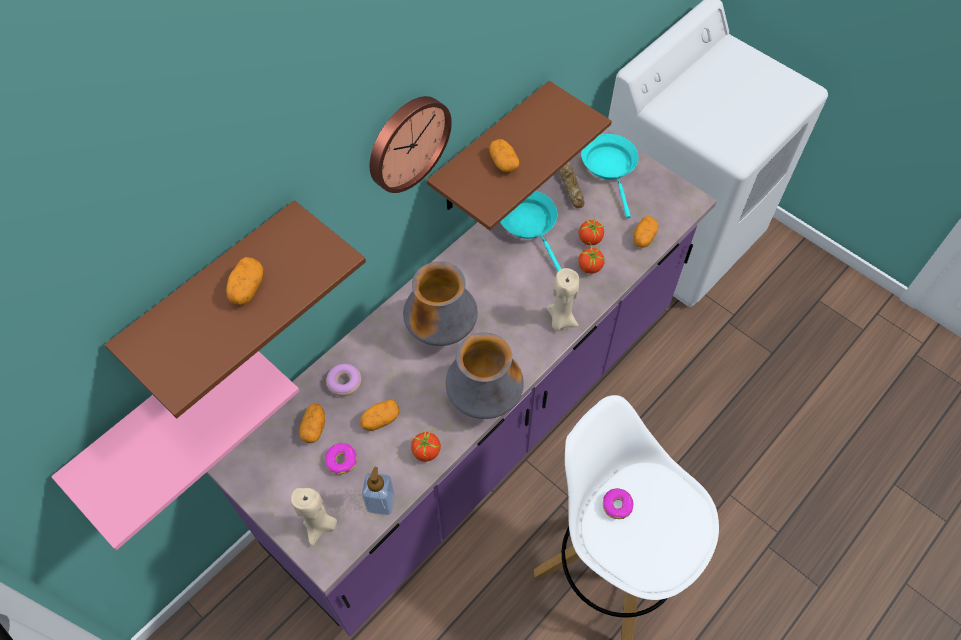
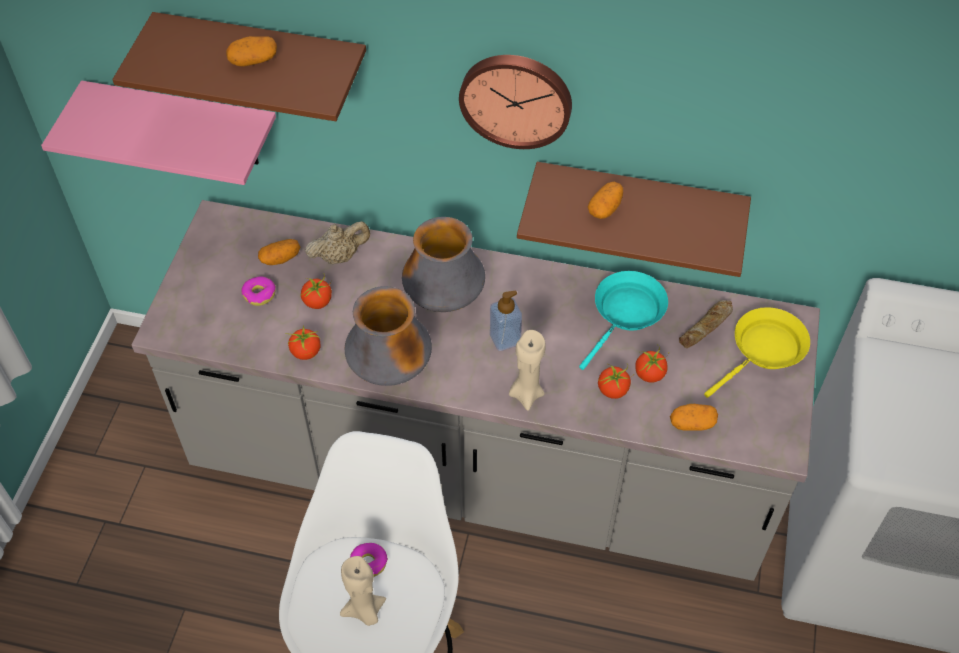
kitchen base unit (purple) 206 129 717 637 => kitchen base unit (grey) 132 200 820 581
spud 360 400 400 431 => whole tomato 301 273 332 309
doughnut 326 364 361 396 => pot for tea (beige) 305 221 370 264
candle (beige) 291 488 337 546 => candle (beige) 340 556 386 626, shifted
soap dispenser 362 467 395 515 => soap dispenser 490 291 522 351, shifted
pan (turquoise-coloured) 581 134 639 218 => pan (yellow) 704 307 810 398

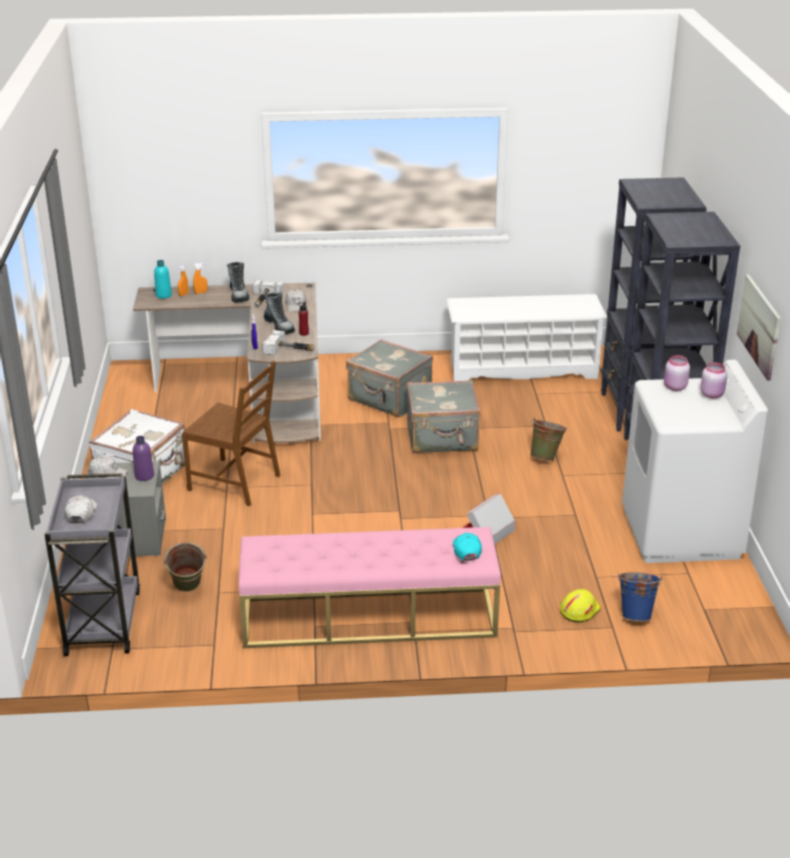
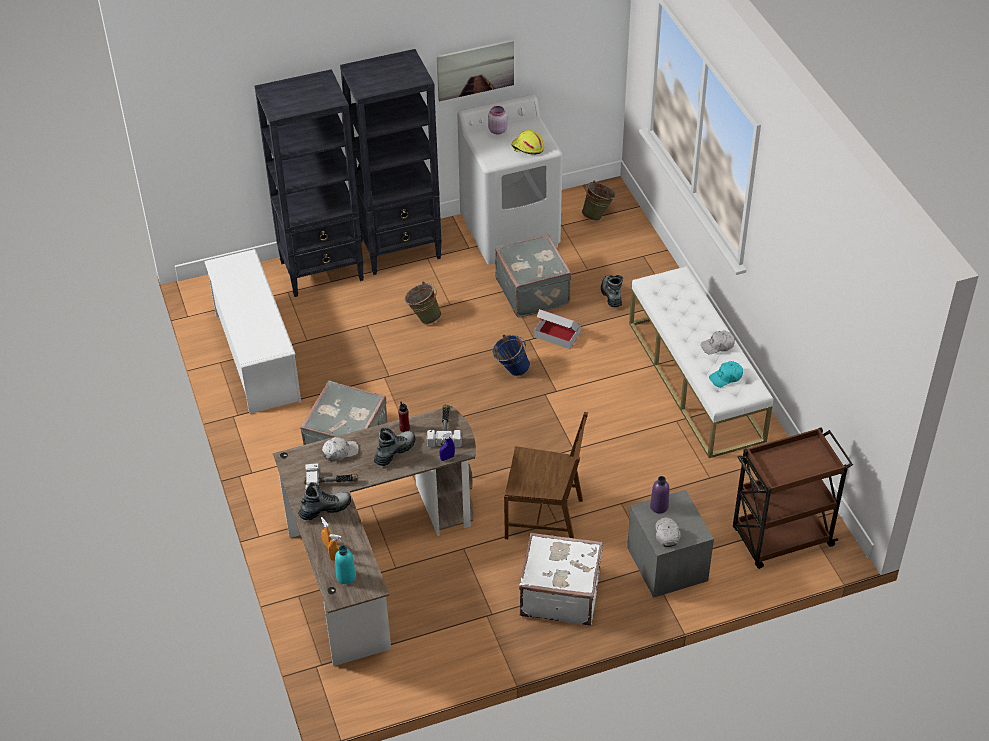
water bucket (bluish) 618 572 662 621 => water bucket (bluish) 493 335 530 376, shifted
travel case (grey) 407 380 481 453 => travel case (grey) 495 234 572 318, shifted
plain chair (brown-coloured) 182 361 281 506 => plain chair (brown-coloured) 504 412 588 539, 90 degrees clockwise
hard hat (yellow) 560 589 601 623 => hard hat (yellow) 512 130 544 154, shifted
water bucket (green) 163 542 207 592 => water bucket (green) 582 180 616 221, shifted
nothing => boot 601 275 623 307
indoor bench (pink) 238 527 501 648 => indoor bench (white) 629 266 773 458
cap (white) 64 495 97 524 => cap (white) 701 331 735 354, shifted
cap (turquoise-coloured) 453 533 482 561 => cap (turquoise-coloured) 709 361 743 387, shifted
cart (grey) 44 473 140 656 => cart (brown-coloured) 733 427 853 569
preserve jar (pink) 664 355 690 391 => nothing

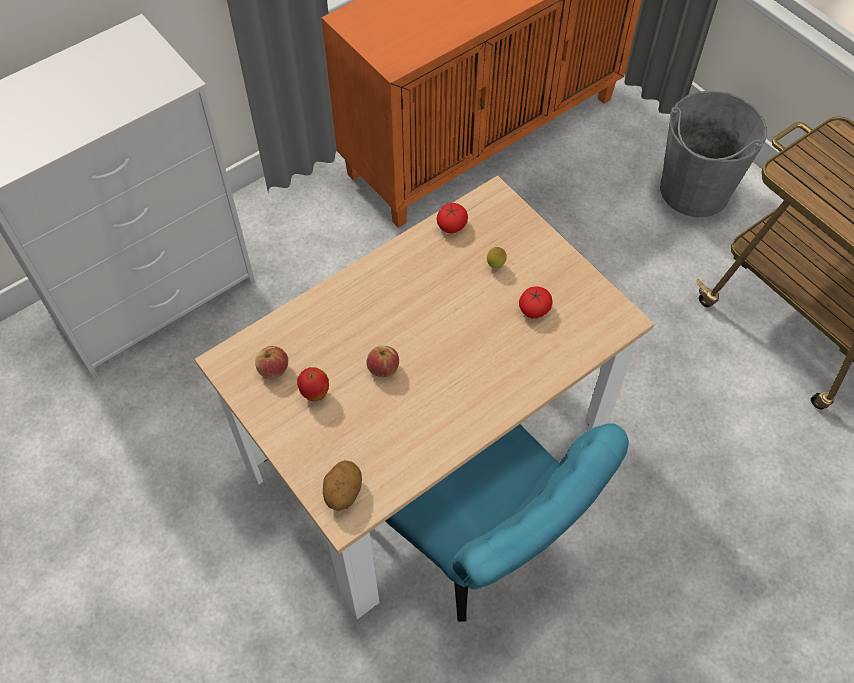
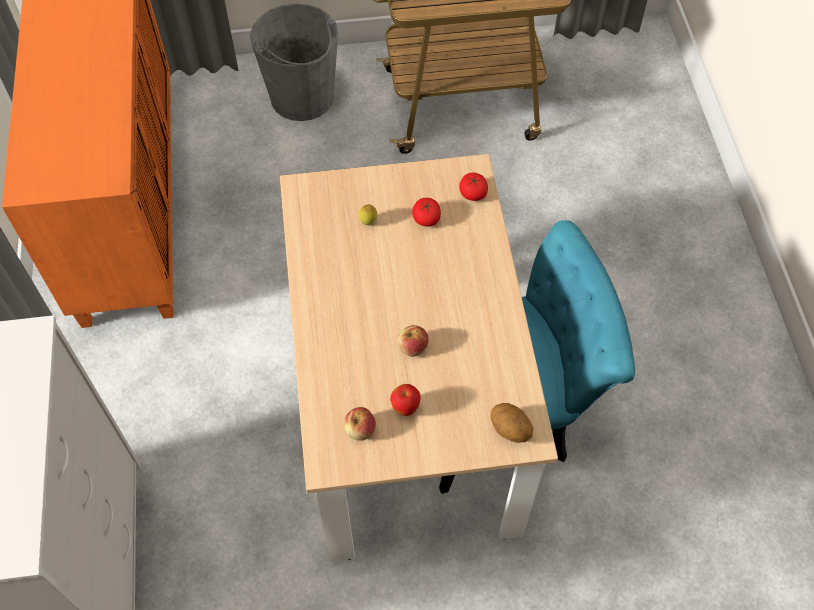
whole tomato 437 203 468 233 => whole tomato 459 173 488 201, shifted

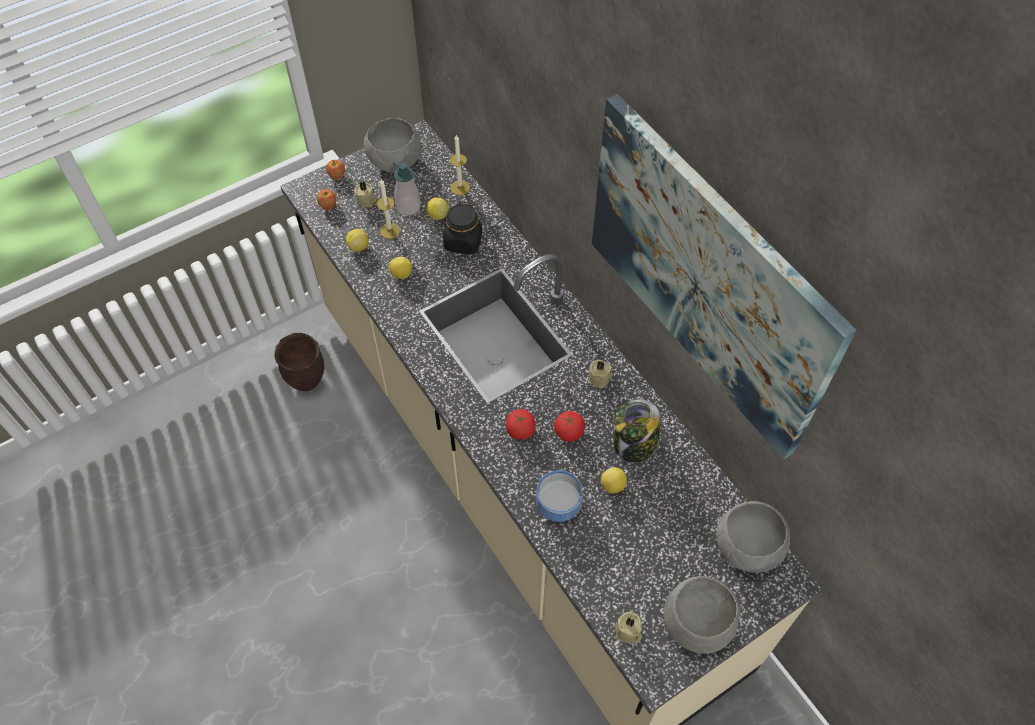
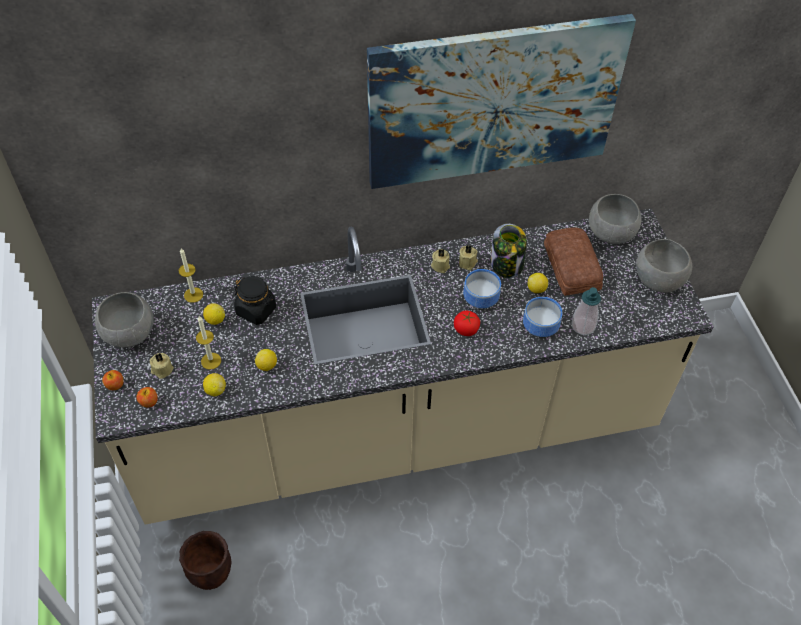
candle (beige) 615 612 642 644 => candle (beige) 459 245 478 270, shifted
whole tomato 554 411 585 442 => serving bowl 463 269 501 308
nothing => bakery bread 544 228 603 296
soap dispenser 393 162 421 216 => soap dispenser 571 287 601 335, shifted

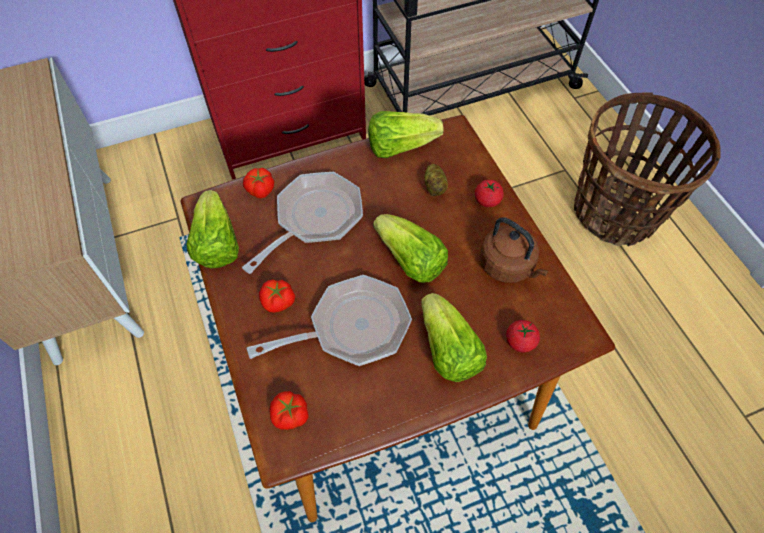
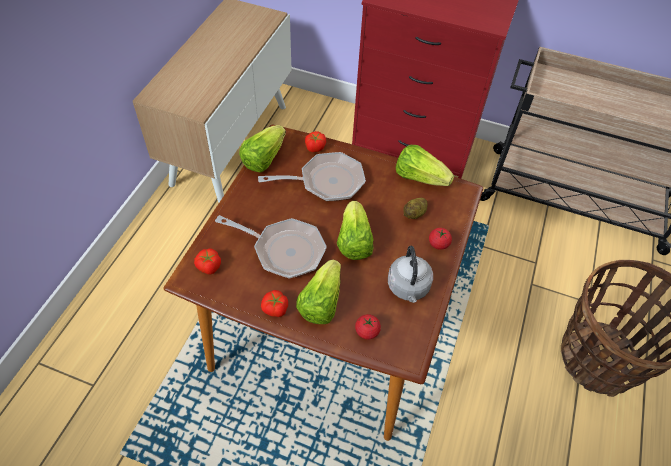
whole tomato 259 279 295 313 => whole tomato 261 290 288 317, shifted
water kettle (brown-coloured) 480 217 548 283 => water kettle (grey) 388 246 433 303

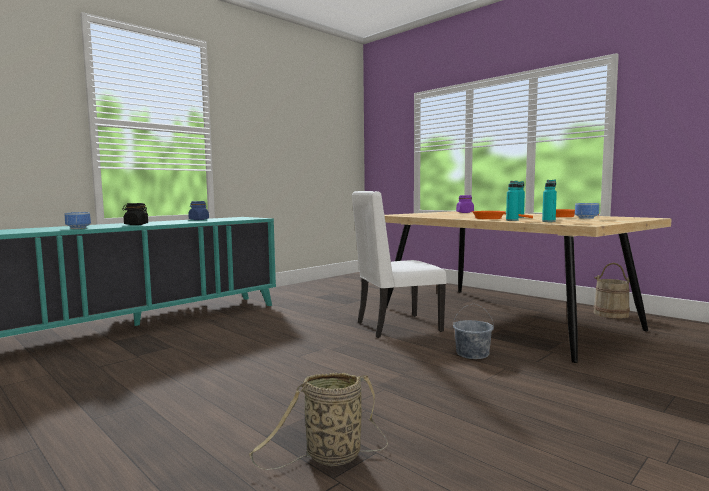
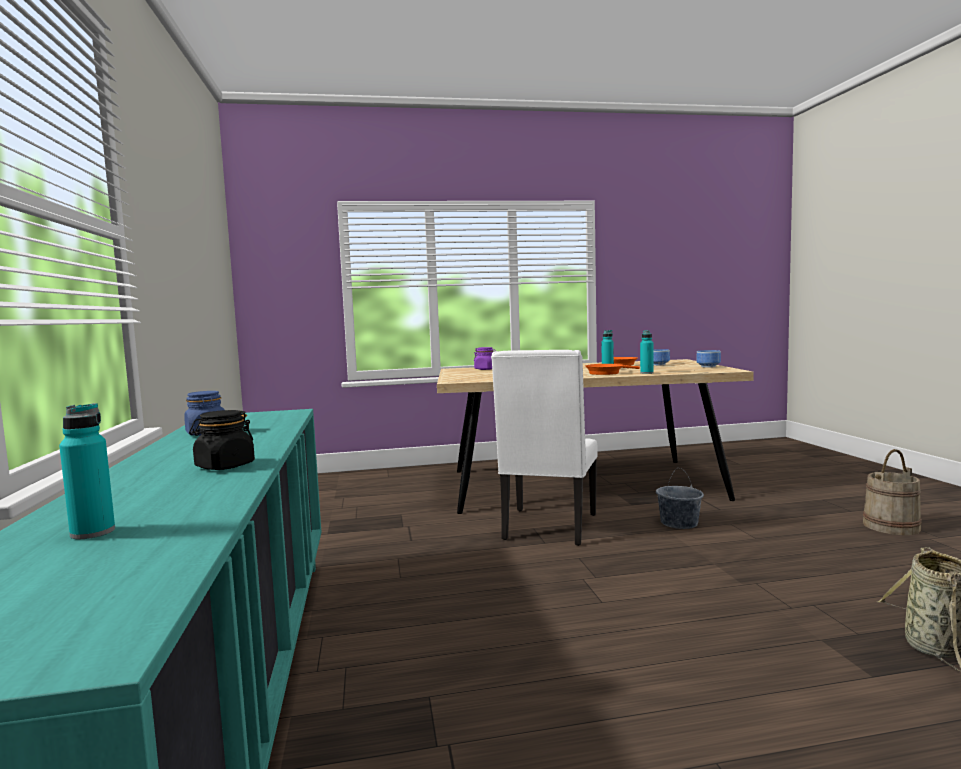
beverage bottle (turquoise-coloured) 542 180 557 222 => beverage bottle (turquoise-coloured) 59 403 115 539, shifted
serving bowl 65 212 91 229 => serving bowl 696 350 721 368, shifted
water bucket (beige) 593 263 630 319 => water bucket (beige) 863 449 922 535, shifted

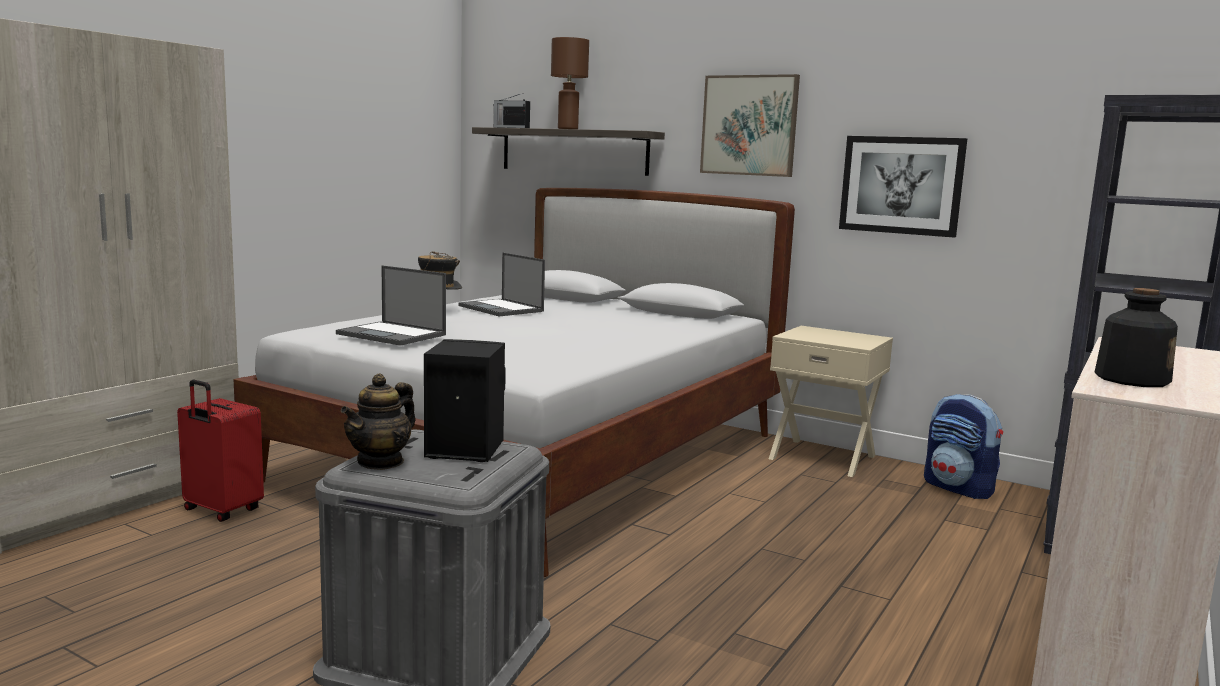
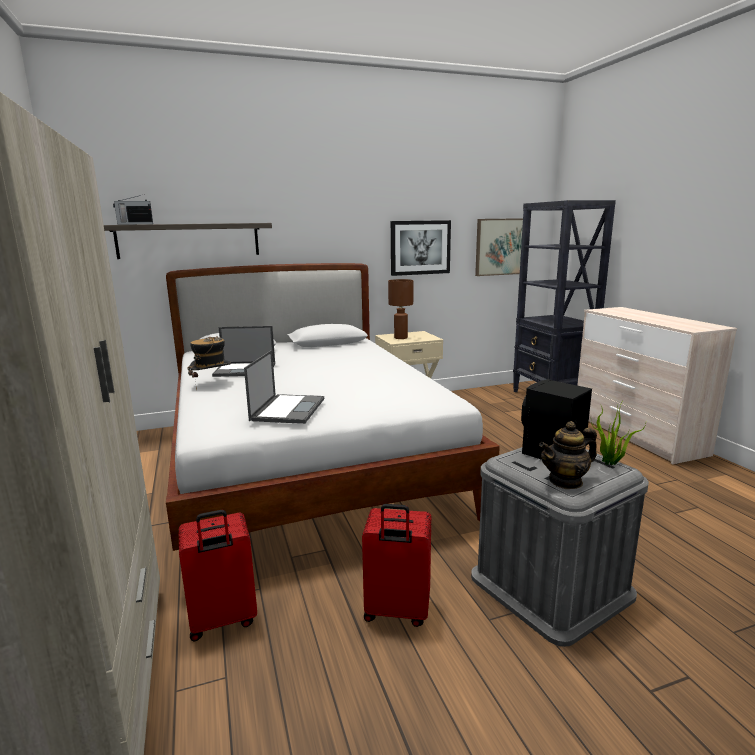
portable computer 336 265 446 346 => portable computer 244 350 324 424, 60 degrees counterclockwise
nothing => travel case (red-coloured) 362 504 431 627
lamp for a table (brown-coloured) 551 37 589 129 => lamp for a table (brown-coloured) 388 279 413 339, shifted
wall art 700 74 800 177 => wall art 475 218 523 276, shifted
pot for tea 341 373 416 470 => pot for tea 539 421 597 489, 90 degrees clockwise
nothing => plant in a pot 591 405 646 465
rucksack 924 394 1003 499 => nothing
beverage bottle 1095 288 1178 387 => nothing

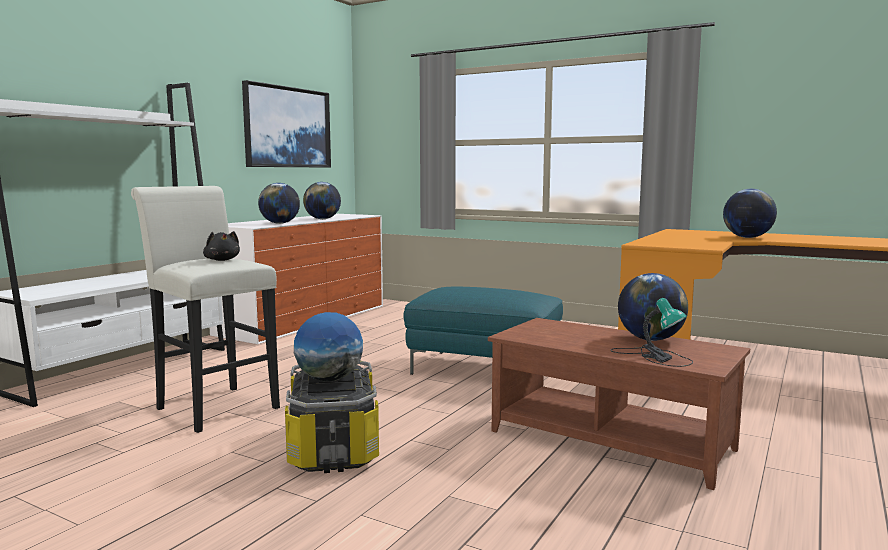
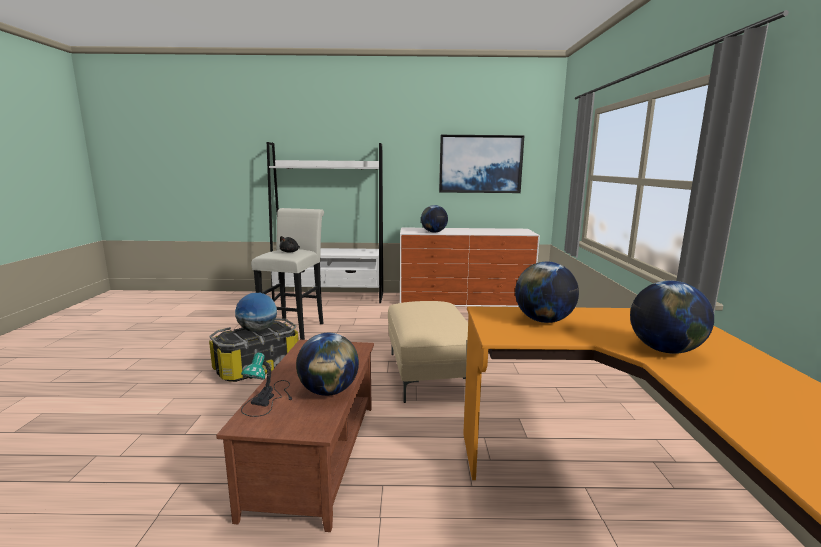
footrest (turquoise-coloured) 403 287 563 375 => footrest (beige) 388 301 468 403
desk globe 303 182 341 219 => desk globe 515 262 579 323, shifted

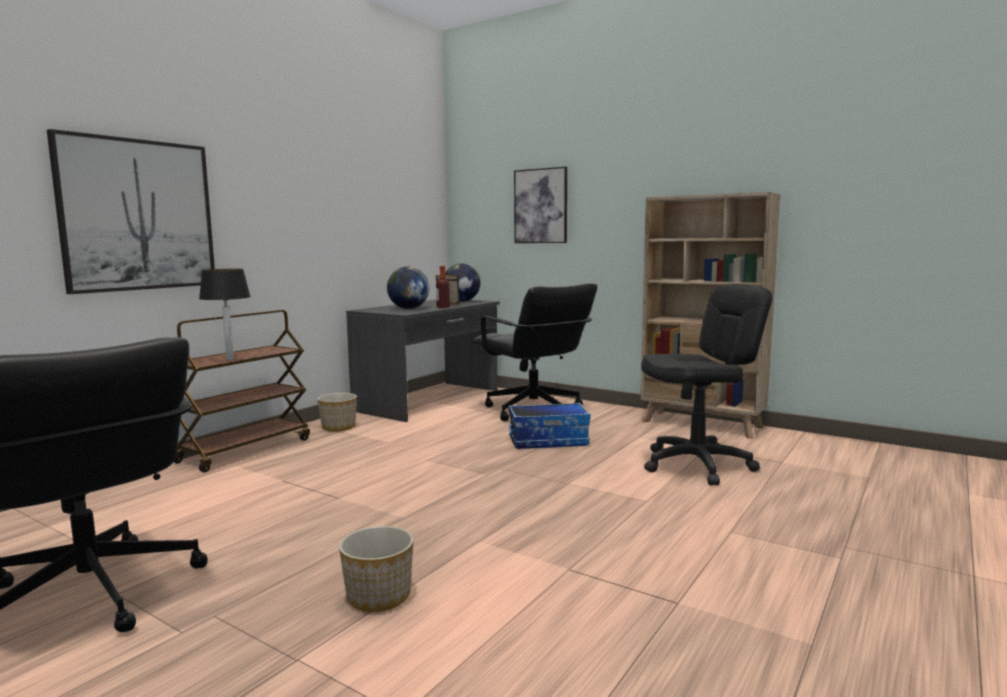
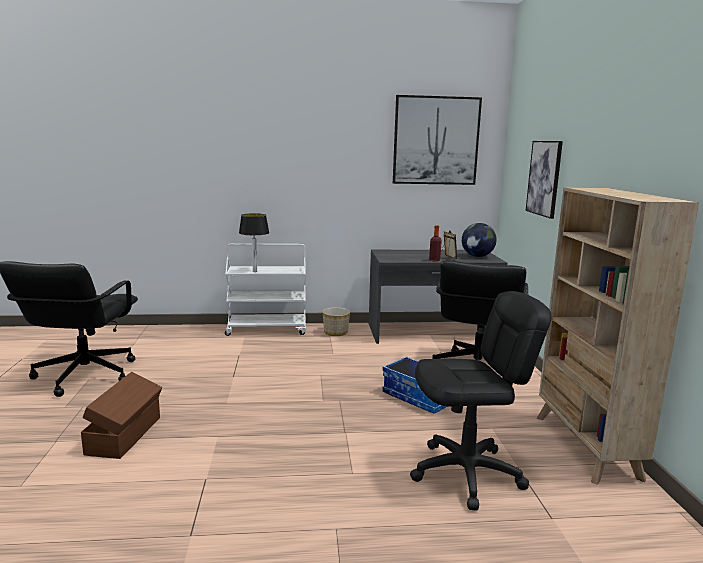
flower pot 339 526 414 612 => storage bin (brown-coloured) 81 372 162 459
cart (brown-coloured) 174 310 310 473 => cart (white) 225 244 306 336
wall art 47 129 215 294 => wall art 393 95 482 185, shifted
computer chair (blackish) 641 284 773 485 => computer chair (blackish) 410 291 552 511, 45 degrees counterclockwise
desk globe 387 267 429 309 => nothing

